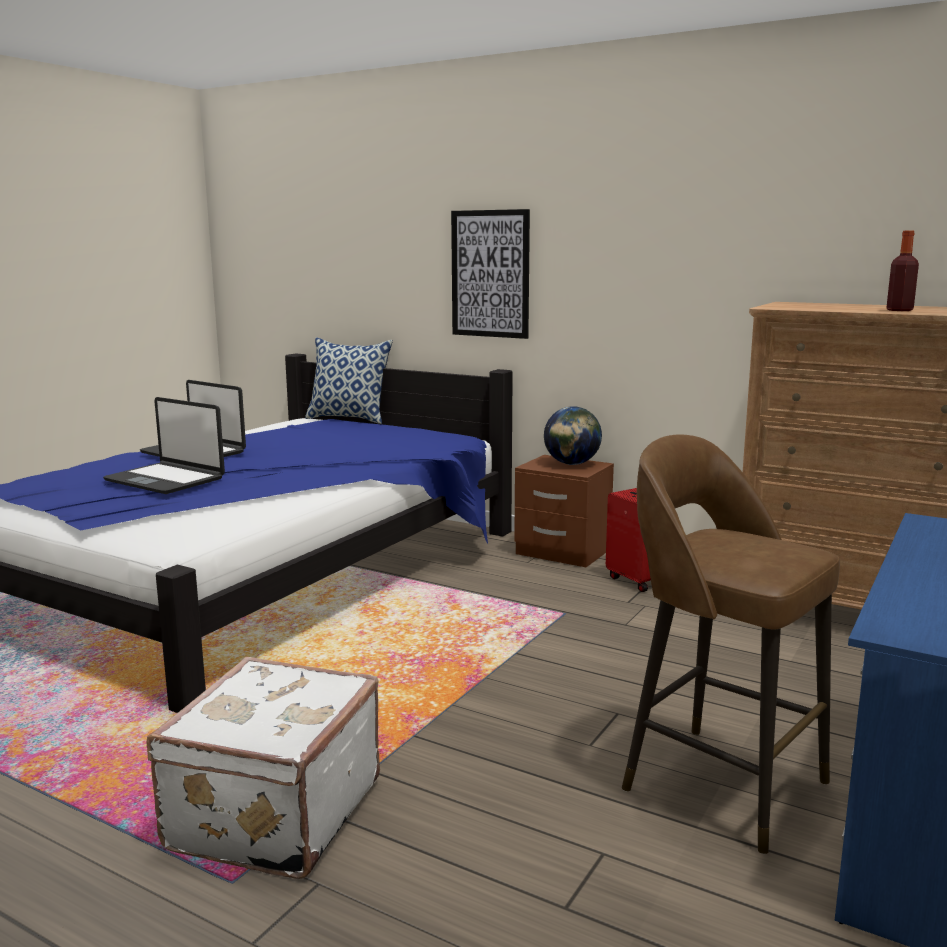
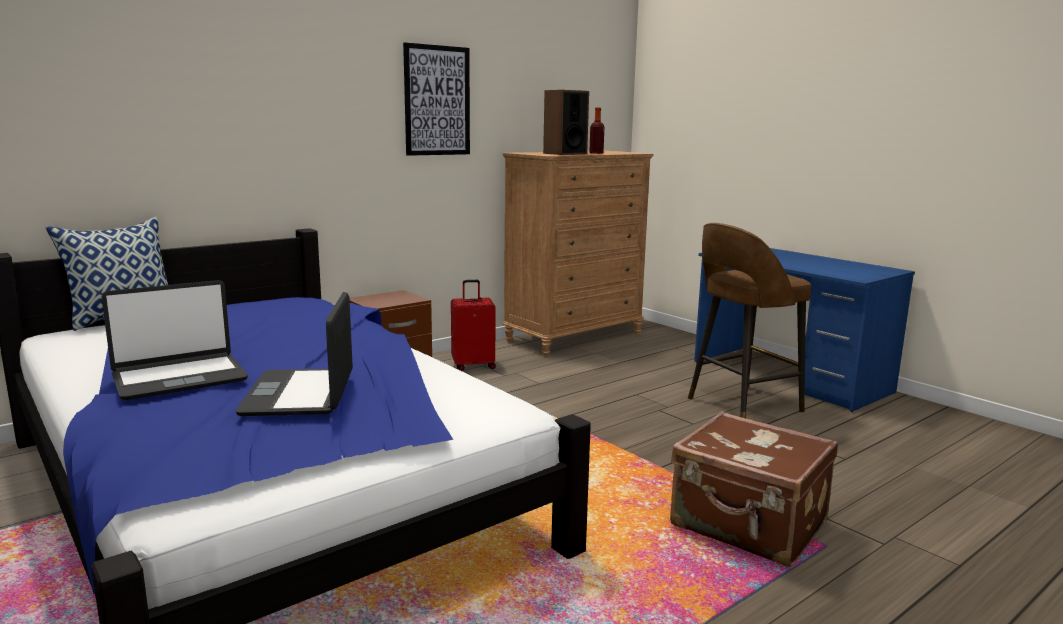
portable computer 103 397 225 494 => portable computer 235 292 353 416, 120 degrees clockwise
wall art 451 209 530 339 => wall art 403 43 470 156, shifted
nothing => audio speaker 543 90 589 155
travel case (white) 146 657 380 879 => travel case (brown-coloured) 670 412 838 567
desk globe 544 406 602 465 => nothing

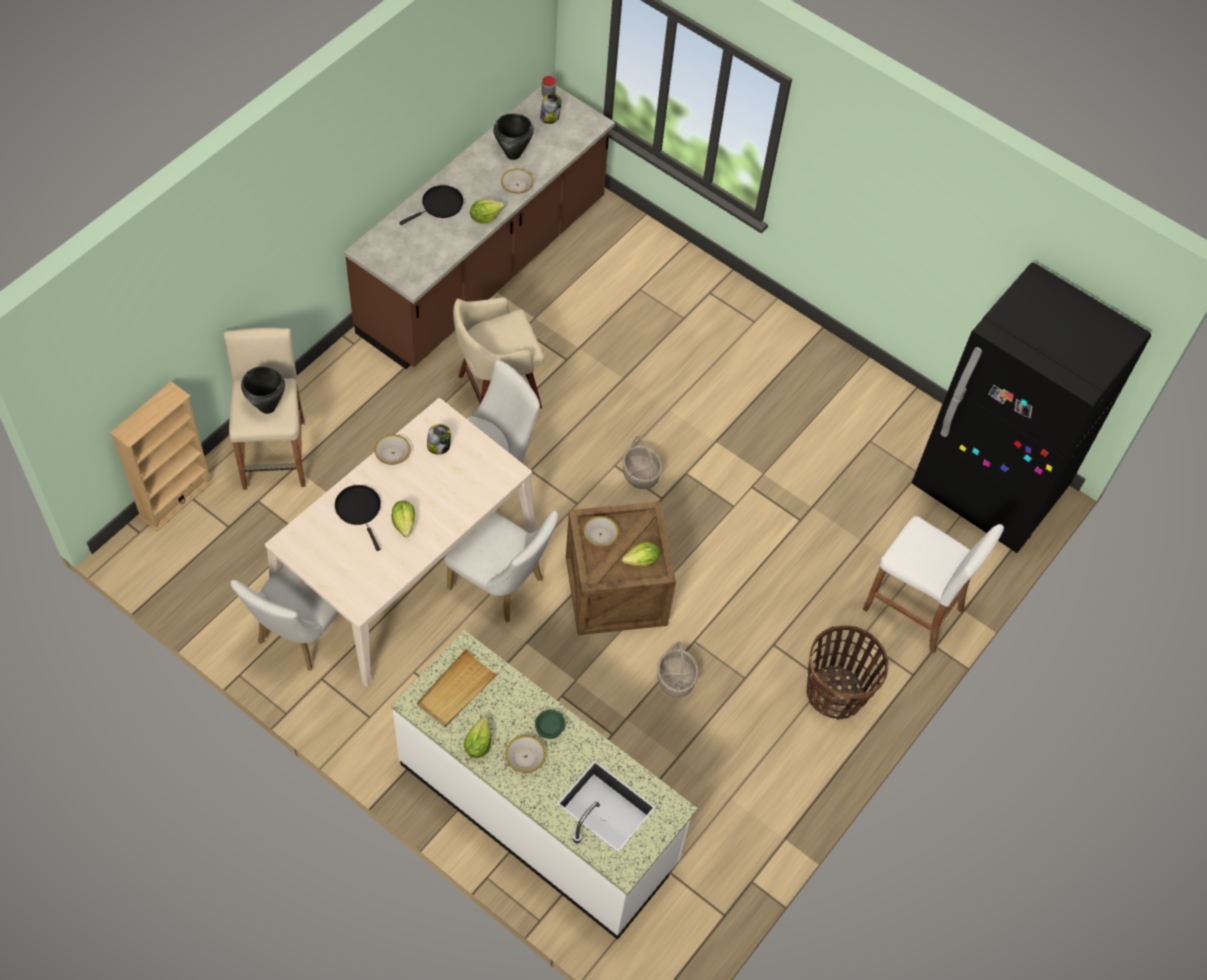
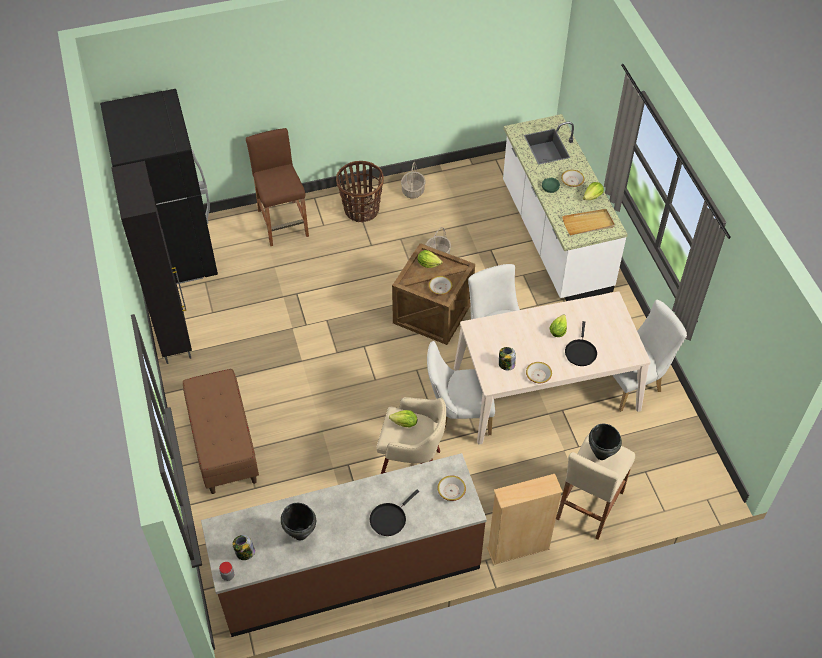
nothing => cupboard (blackish) 111 161 192 364
nothing => indoor bench (brown-coloured) 183 369 259 494
stool seat (white) 863 516 1004 653 => stool seat (brown-coloured) 246 128 309 246
pan (blackish) 399 185 464 225 => pan (blackish) 370 490 419 536, 45 degrees counterclockwise
lettuce 470 200 504 224 => lettuce 389 410 417 427, shifted
basket 623 436 662 489 => basket 401 162 425 199, shifted
serving bowl 501 169 534 194 => serving bowl 437 475 466 501, shifted
bookcase (beige) 110 381 213 531 => bookcase (beige) 487 474 563 565, shifted

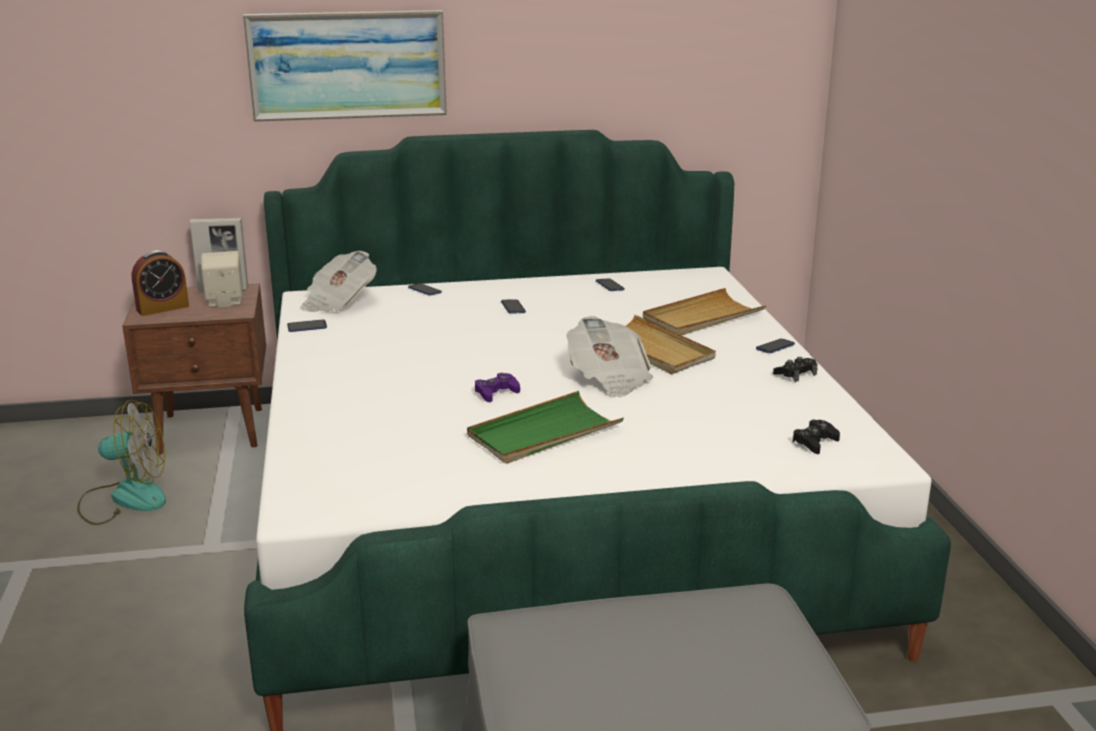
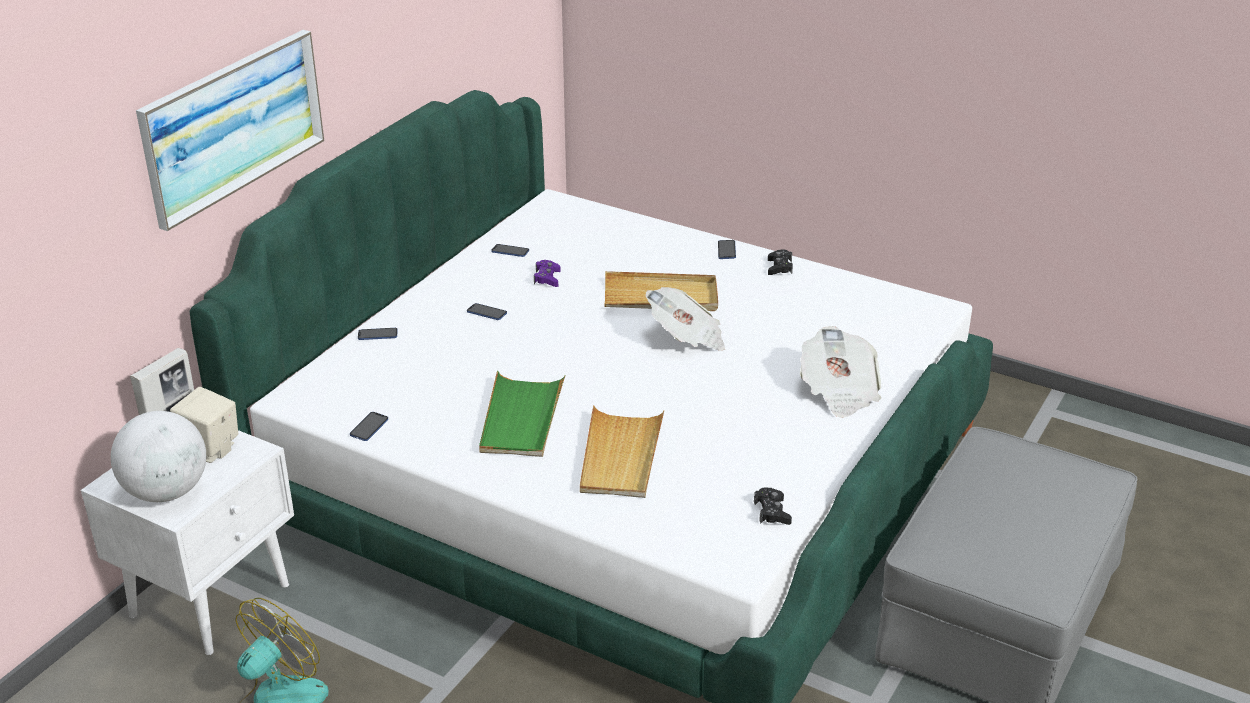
night table (brown-coloured) 122 283 266 455 => night table (white) 81 430 294 655
bedside clock 132 250 189 316 => desk globe 111 411 206 502
carrying tray (green) 467 391 624 464 => carrying tray (green) 479 371 565 457, shifted
game controller (purple) 475 373 520 402 => game controller (purple) 534 260 561 287, shifted
carrying tray (beige) 643 288 766 335 => carrying tray (beige) 580 405 664 498, shifted
game controller (blackish) 792 420 840 454 => game controller (blackish) 754 487 792 525, shifted
printed paper 301 251 377 312 => printed paper 799 326 881 418, shifted

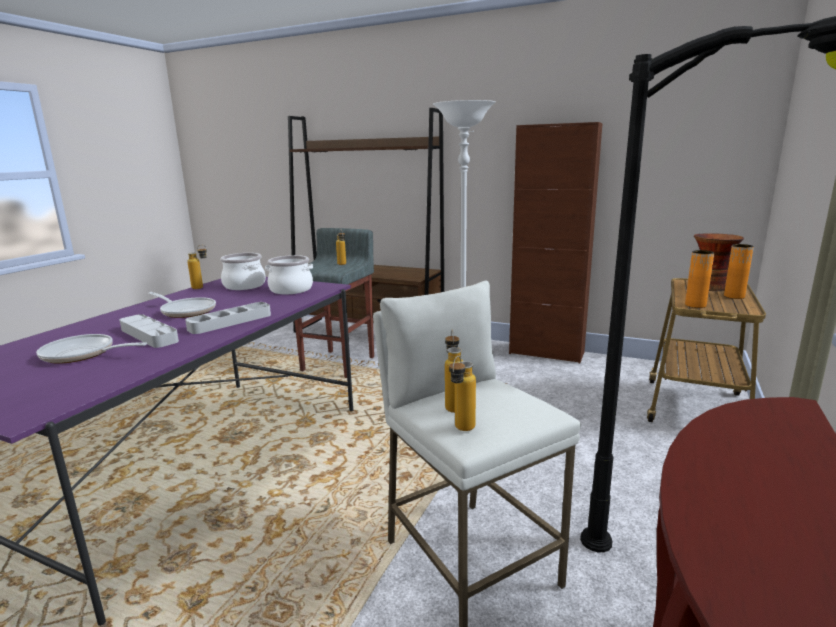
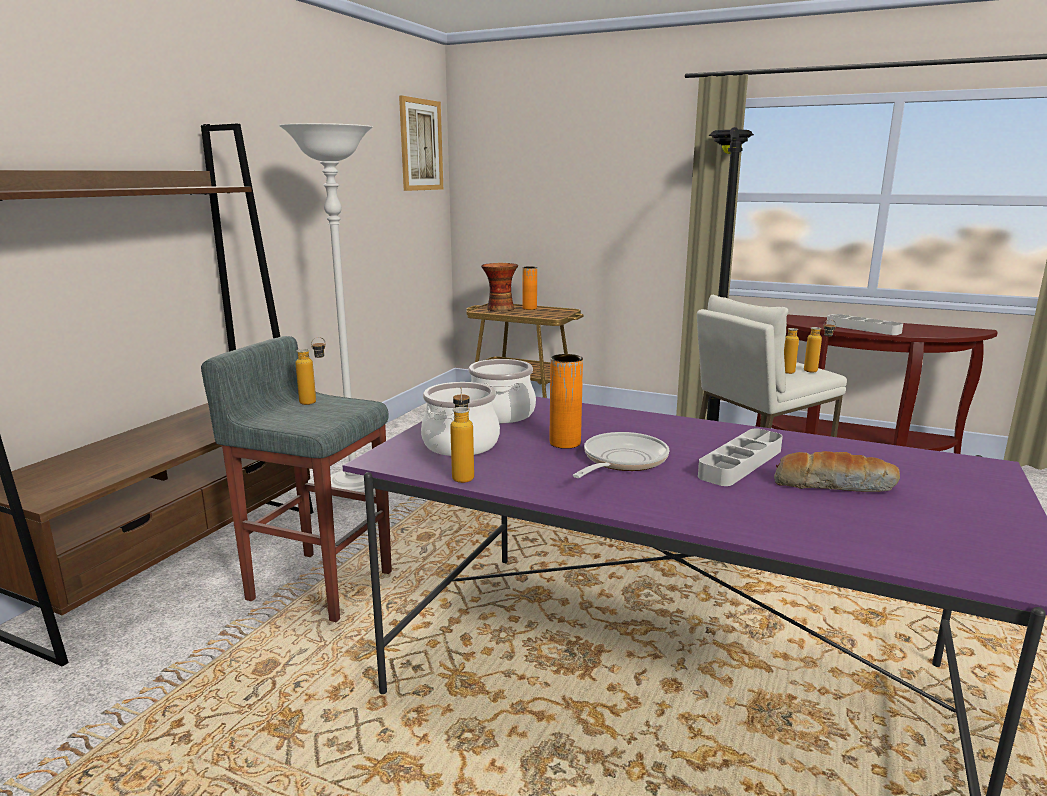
nothing => wall art 399 95 443 191
vase (orangey) 685 250 714 308 => vase (orangey) 549 354 583 449, shifted
pan 36 334 147 364 => bakery bread 774 451 900 492
carrying tray (grey) 185 302 271 334 => carrying tray (grey) 826 314 903 335, shifted
cupboard (brown-coloured) 509 122 603 363 => nothing

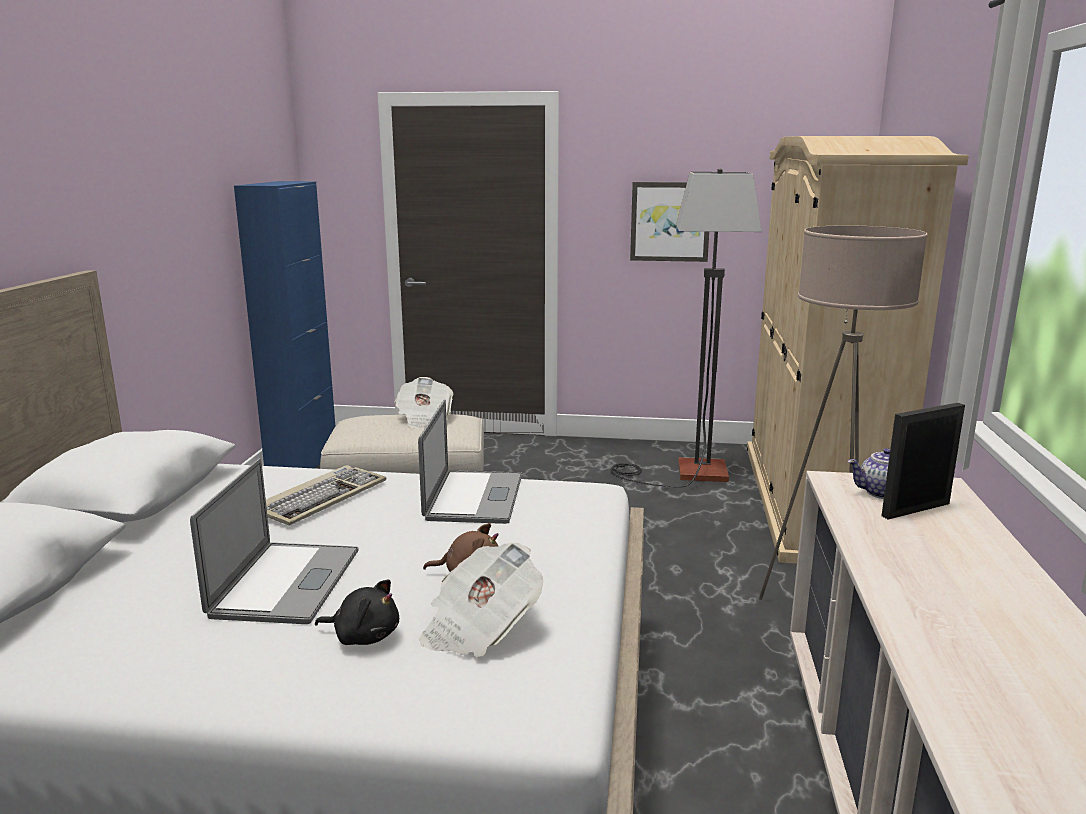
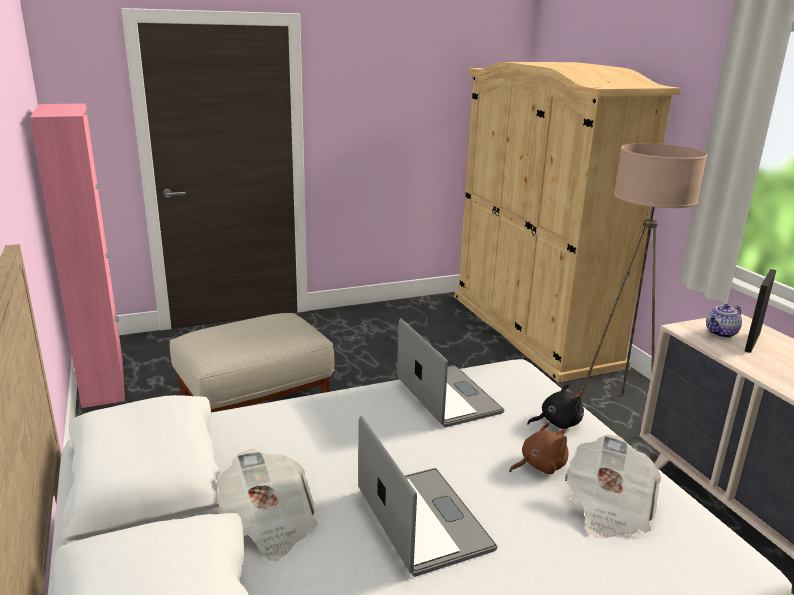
cupboard (bluish) 234 181 335 468 => cupboard (pink) 30 103 125 408
printed paper 394 377 454 429 => printed paper 217 449 318 561, shifted
soft toy (blackish) 315 579 399 645 => soft toy (blackish) 527 384 584 429, shifted
keyboard 266 465 386 526 => nothing
standard lamp 610 169 762 487 => nothing
wall art 630 182 709 262 => nothing

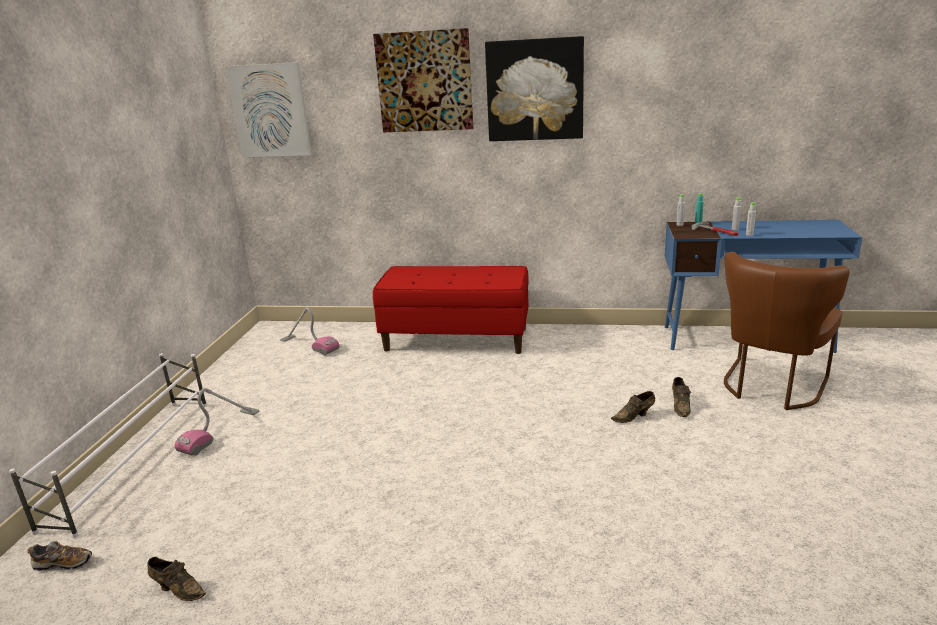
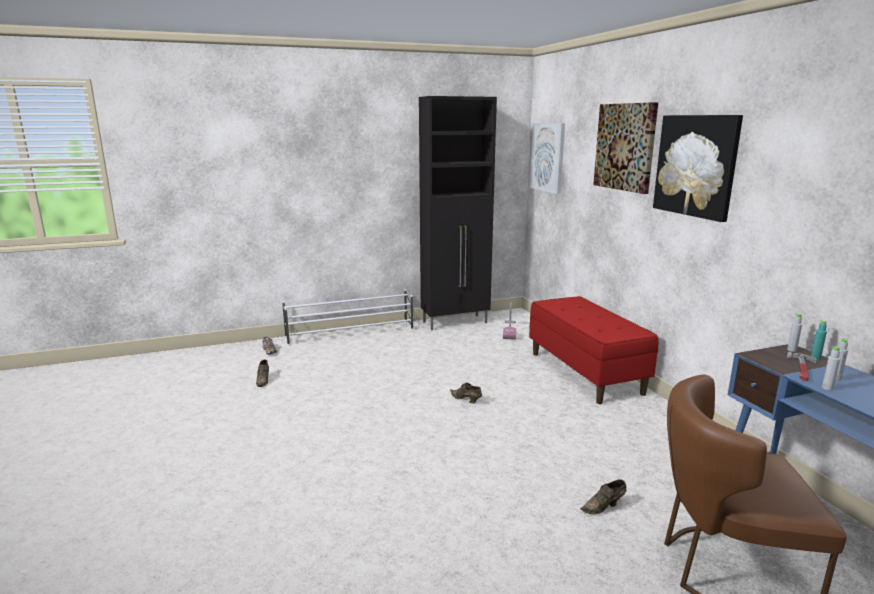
nothing => cupboard (blackish) 419 96 497 330
low shoe (brown-coloured) 611 391 655 423 => low shoe (brown-coloured) 450 382 482 403, shifted
vacuum cleaner 175 388 259 456 => nothing

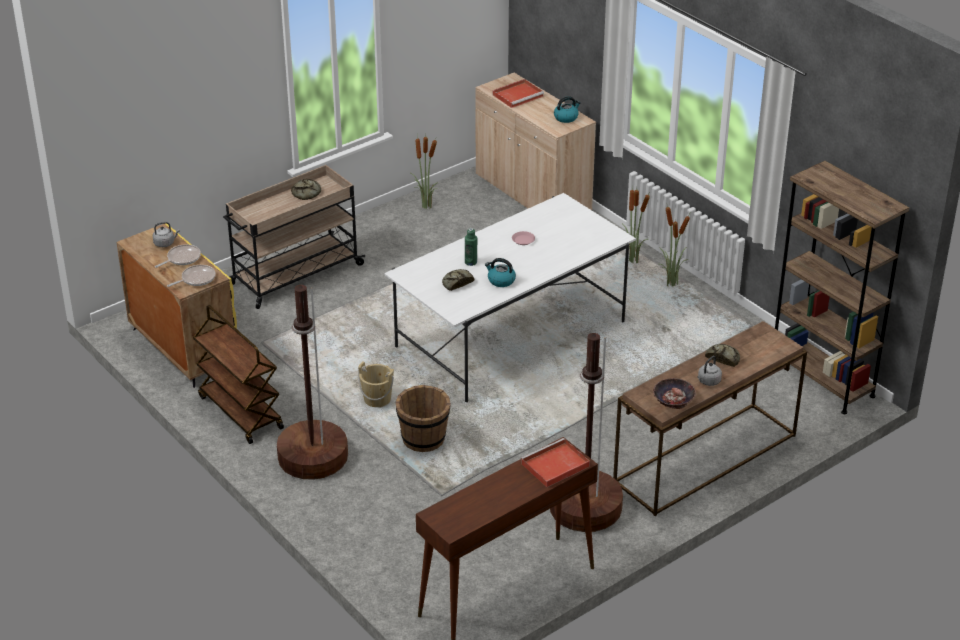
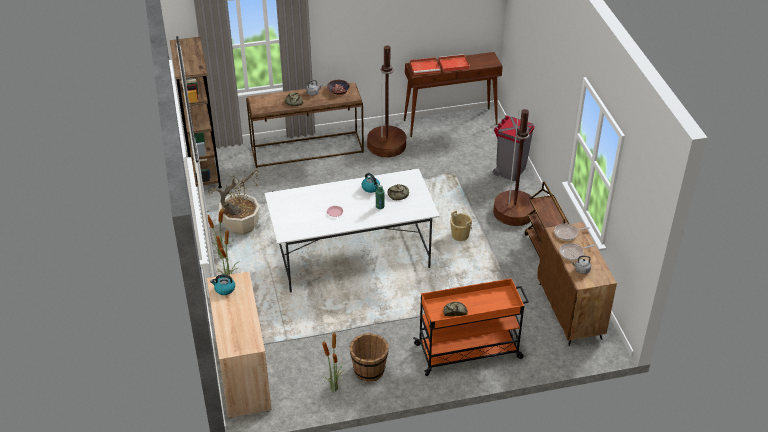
nothing => plant in a pot 208 169 260 235
water bucket (brown-coloured) 395 385 451 452 => water bucket (brown-coloured) 349 333 389 382, shifted
cart (beige) 223 165 365 309 => cart (orangey) 413 278 529 376
carrying tray (red-coloured) 493 79 544 108 => carrying tray (red-coloured) 438 54 470 72, shifted
nothing => trash can (grey) 493 116 534 181
cupboard (yellow) 117 224 237 388 => cupboard (brown-coloured) 537 222 617 346

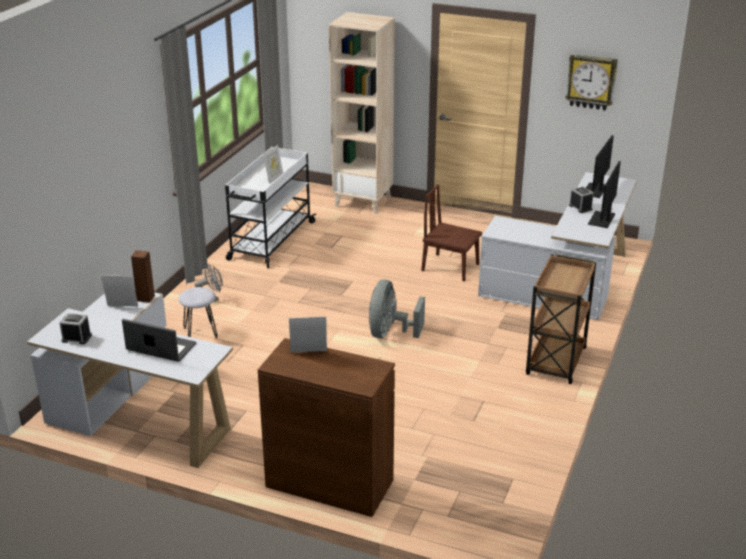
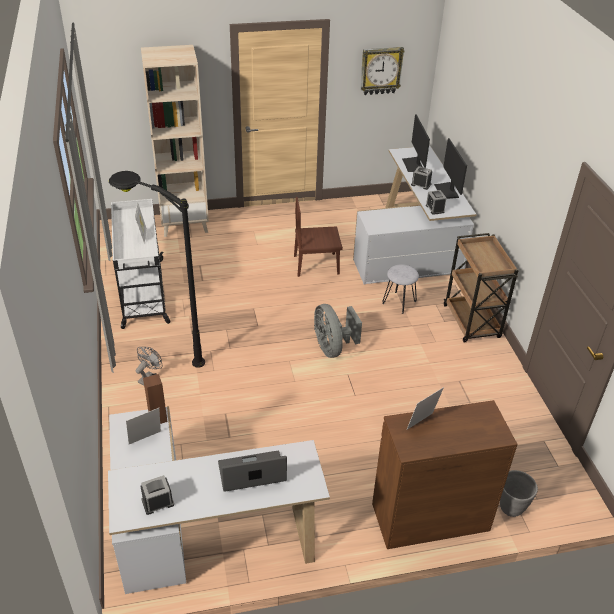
nothing => standard lamp (blackish) 109 171 205 368
stool seat (grey) 178 287 218 338 => stool seat (grey) 382 264 419 314, shifted
nothing => bedside clock 426 190 446 215
nothing => flower pot (grey) 500 470 538 517

